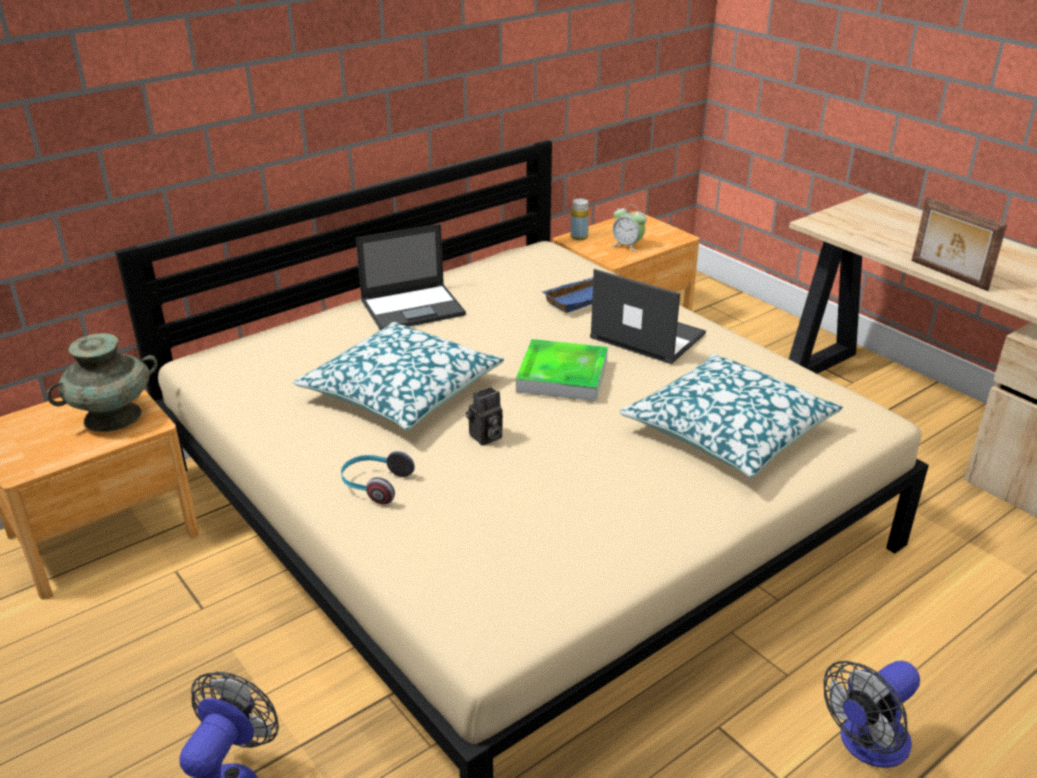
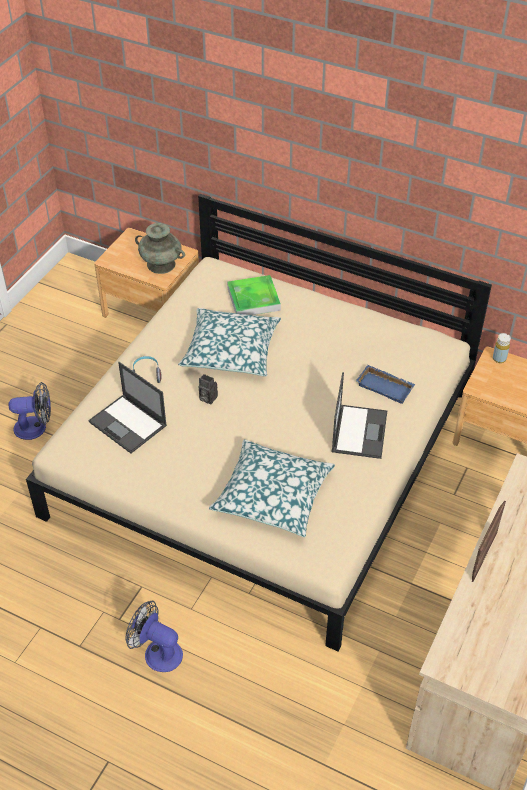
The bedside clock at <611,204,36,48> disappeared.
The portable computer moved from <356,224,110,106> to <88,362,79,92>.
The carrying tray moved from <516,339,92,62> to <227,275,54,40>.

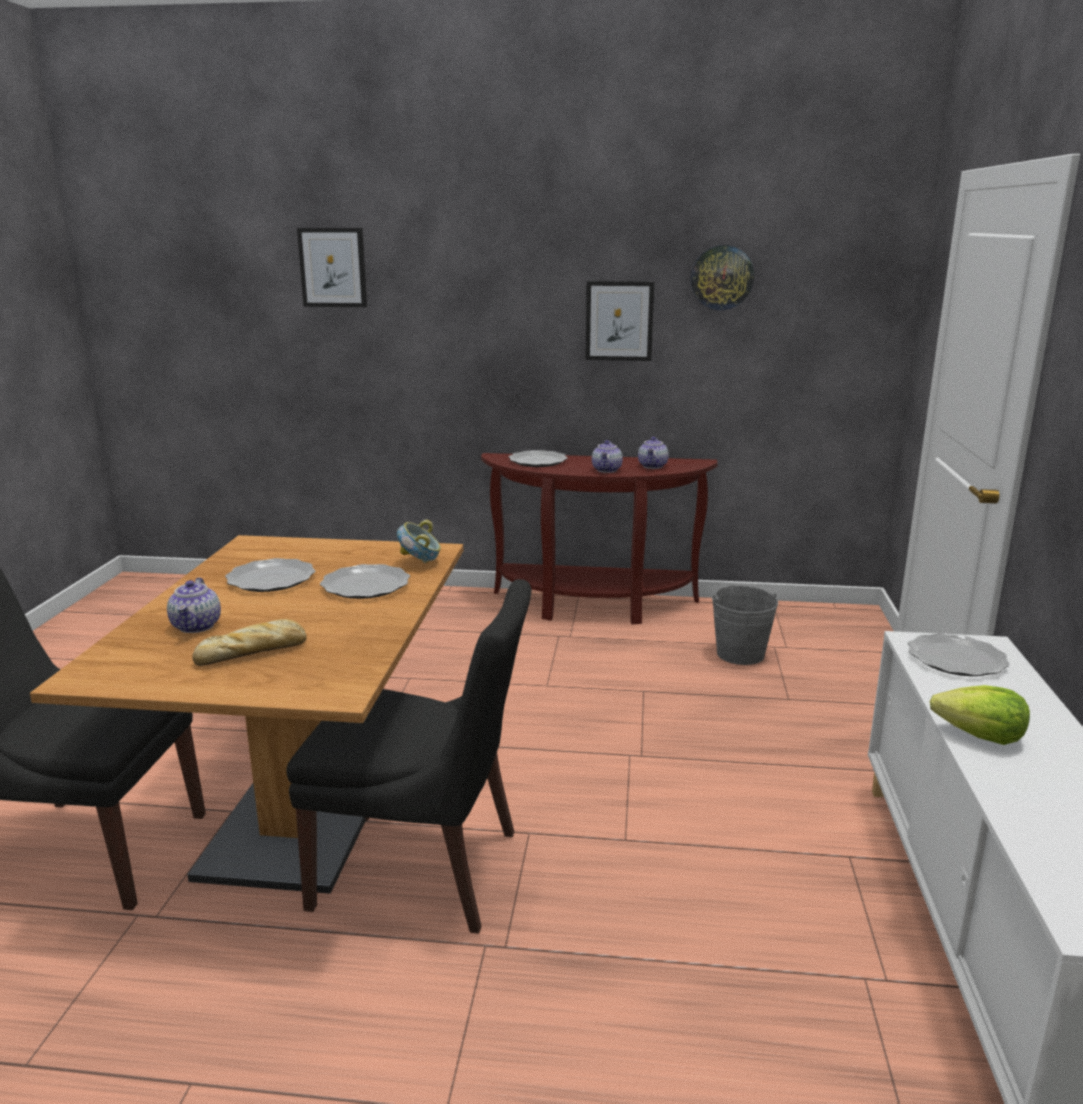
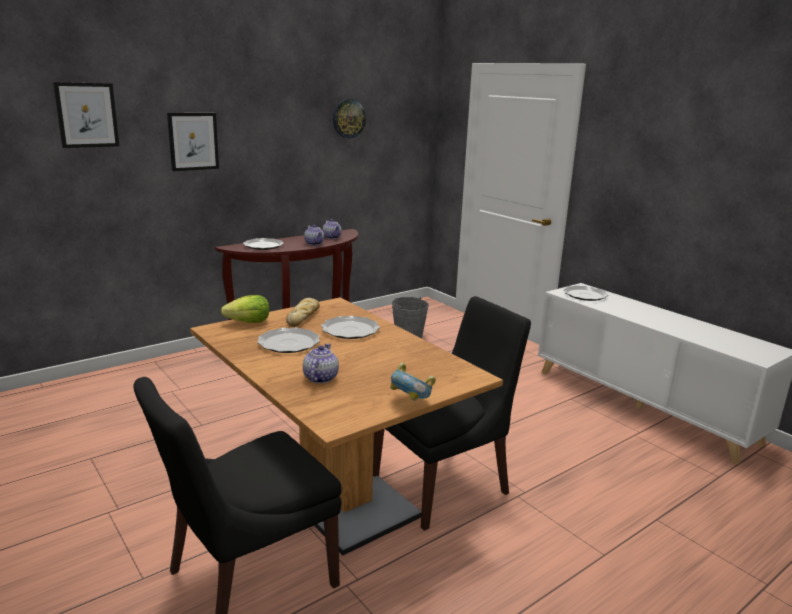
The wall picture moved from <585,281,69,80> to <167,113,52,58>.
The deep dish moved from <397,520,44,43> to <390,363,46,38>.
The pot for tea at <167,578,54,55> turned 120 degrees counterclockwise.
The bakery bread moved from <192,619,115,47> to <286,298,34,29>.
The head of lettuce moved from <930,685,100,60> to <221,295,48,28>.

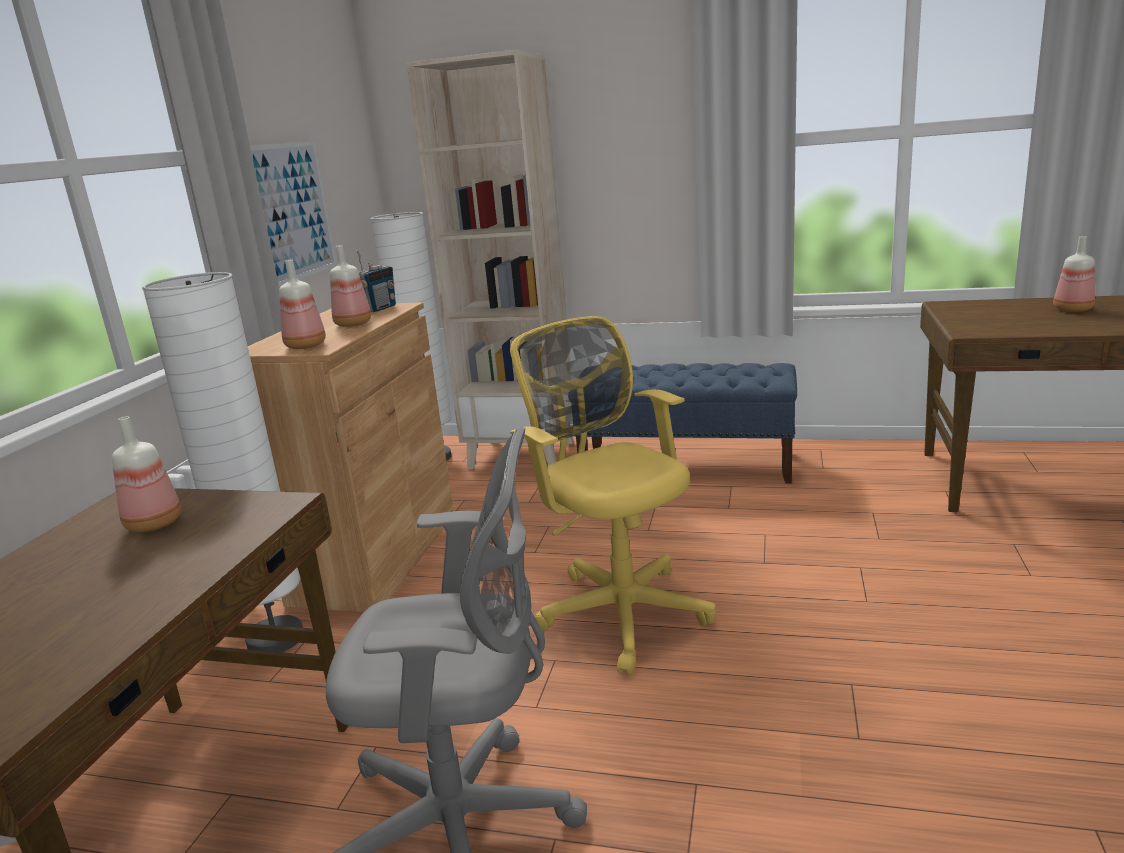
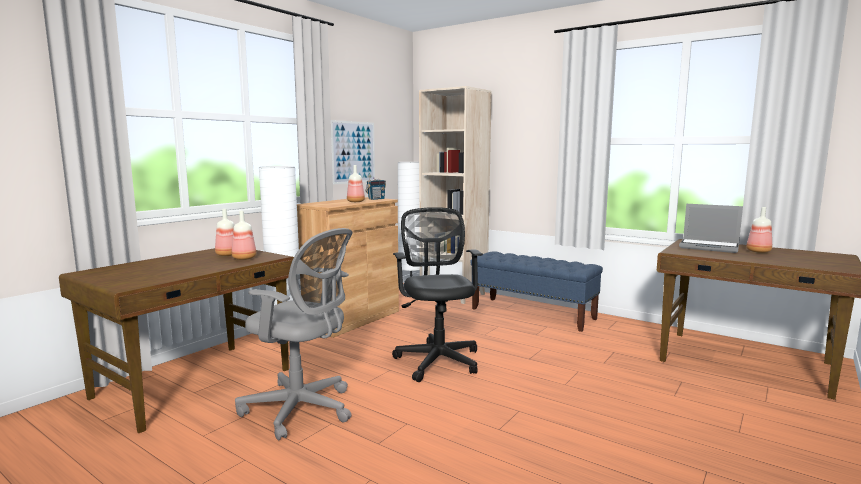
The drink bottle moved from <279,260,47,89> to <232,211,24,49>.
The computer chair (yellow-coloured) at <510,316,206,359> became the computer chair (blackish) at <392,207,91,175>.
The portable computer at <679,204,64,49> appeared.

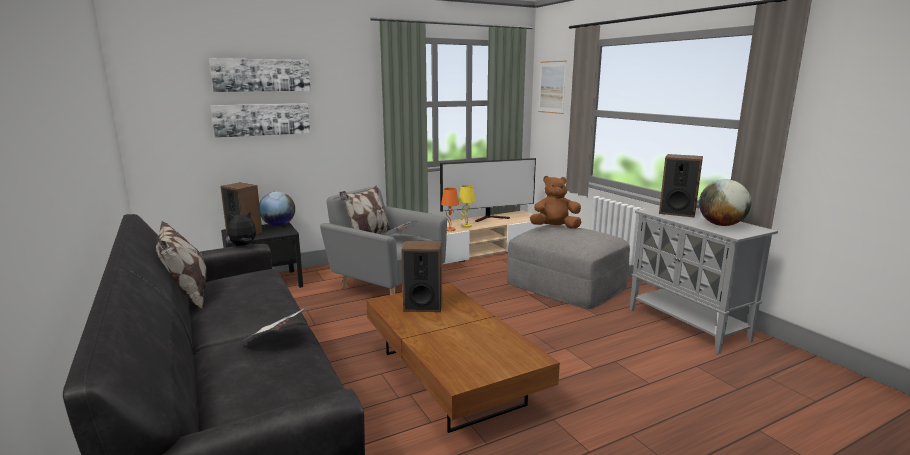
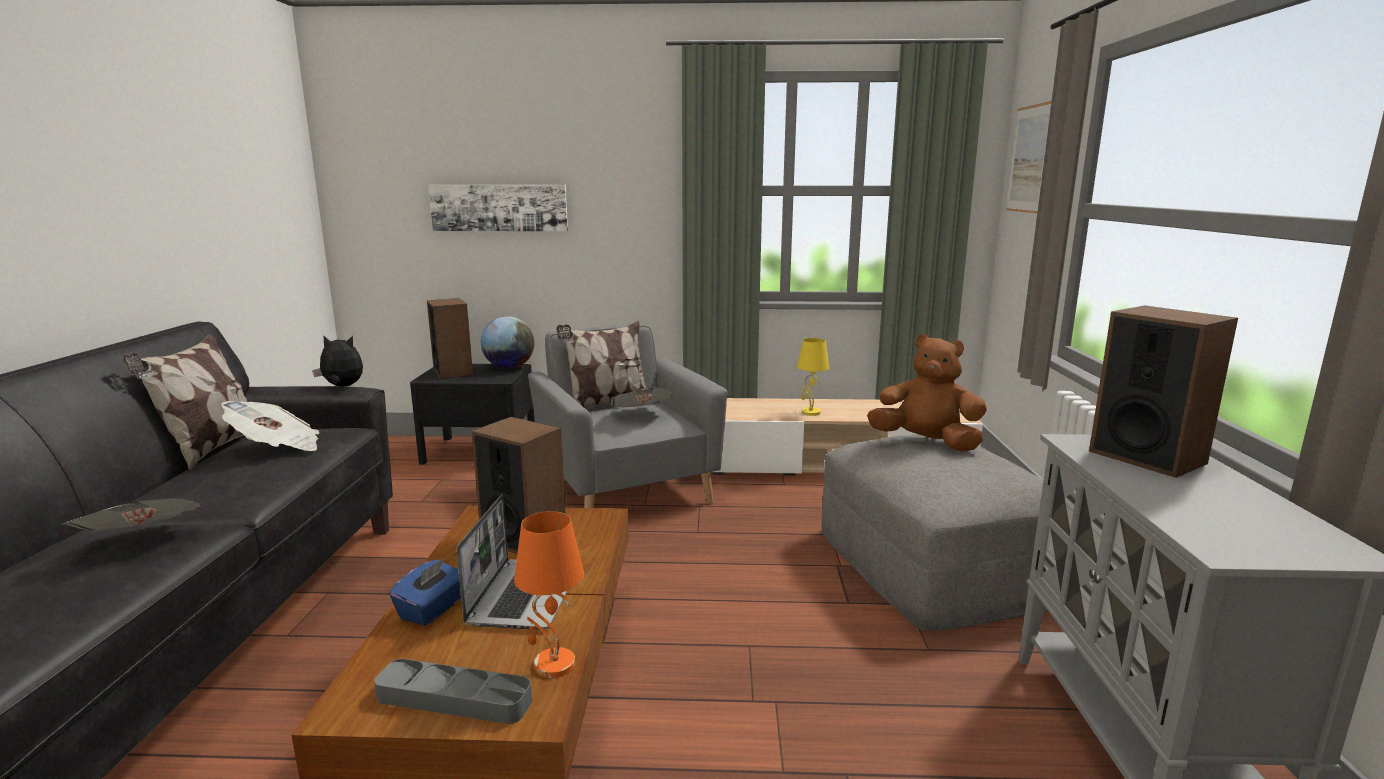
The wall picture at <209,58,102,34> disappeared.
The television at <440,158,96,64> disappeared.
The desk globe at <699,179,53,47> disappeared.
The tabletop lamp (orange-coloured) moved from <441,188,18,44> to <514,511,70,167>.
The newspaper at <221,401,98,50> appeared.
The portable computer at <457,494,110,136> appeared.
The tissue box (bluish) at <389,558,72,68> appeared.
The carrying tray (greyish) at <374,659,158,65> appeared.

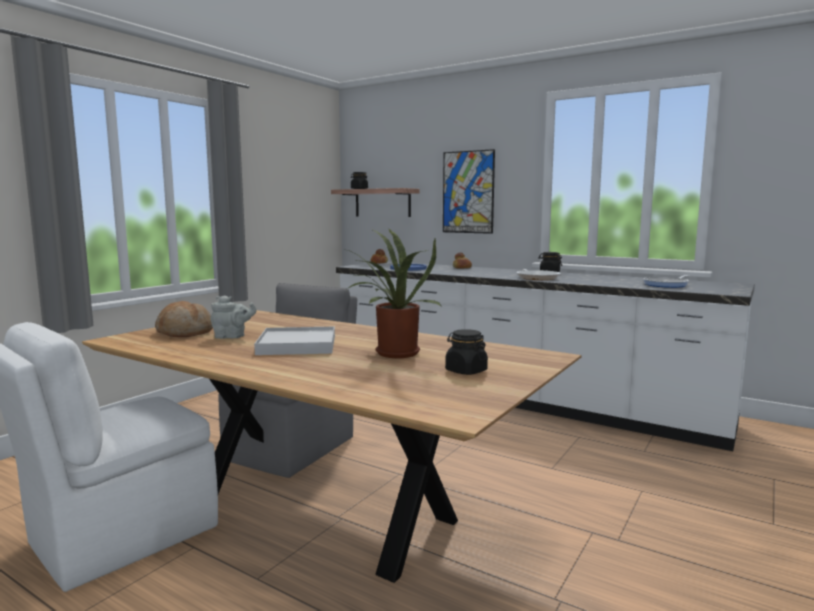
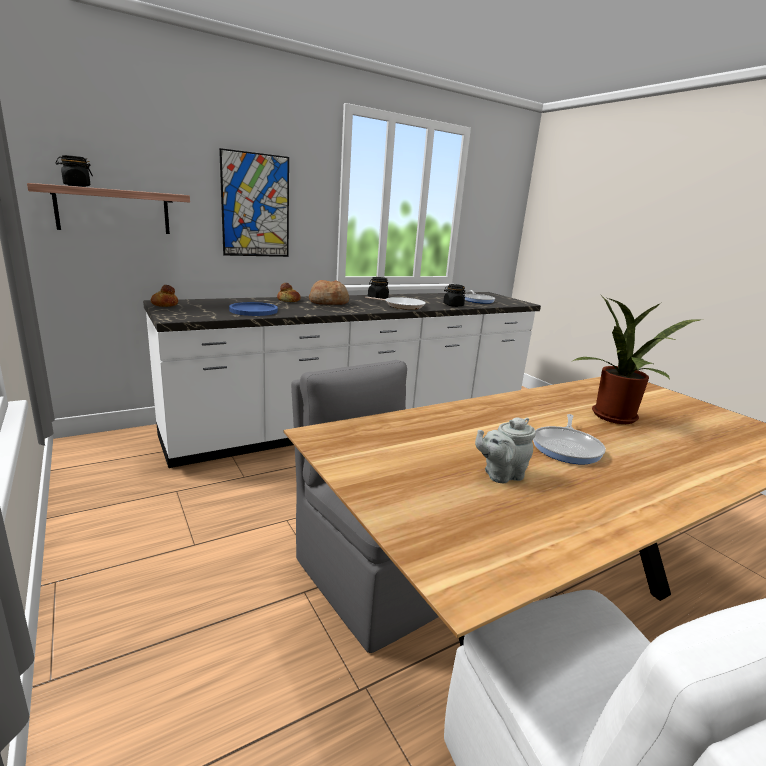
The pot for tea (greyish) at <210,295,47,44> turned 135 degrees counterclockwise.
The bakery bread moved from <155,301,58,36> to <309,280,40,25>.
The carrying tray (whitish) at <254,327,81,28> was replaced by the pan at <533,414,73,50>.
The storage jar (blackish) moved from <445,329,43,46> to <443,284,23,23>.

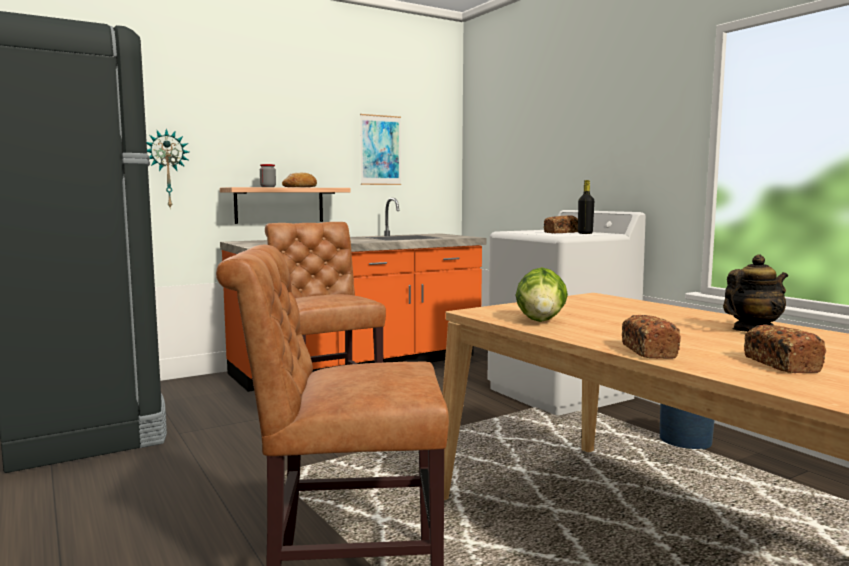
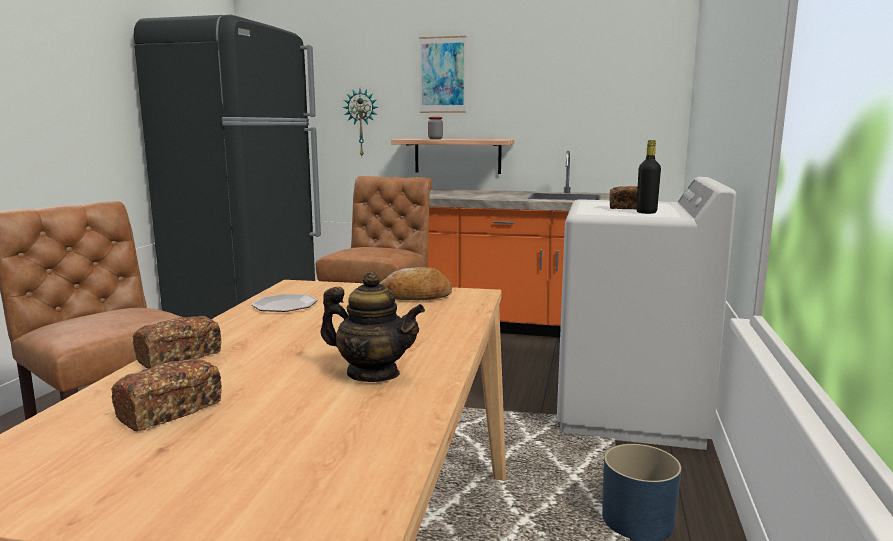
The wall picture moved from <360,114,41,71> to <419,36,48,77>.
The bakery bread moved from <282,172,35,15> to <379,267,73,33>.
The head of lettuce at <516,267,52,55> was replaced by the plate at <251,294,66,18>.

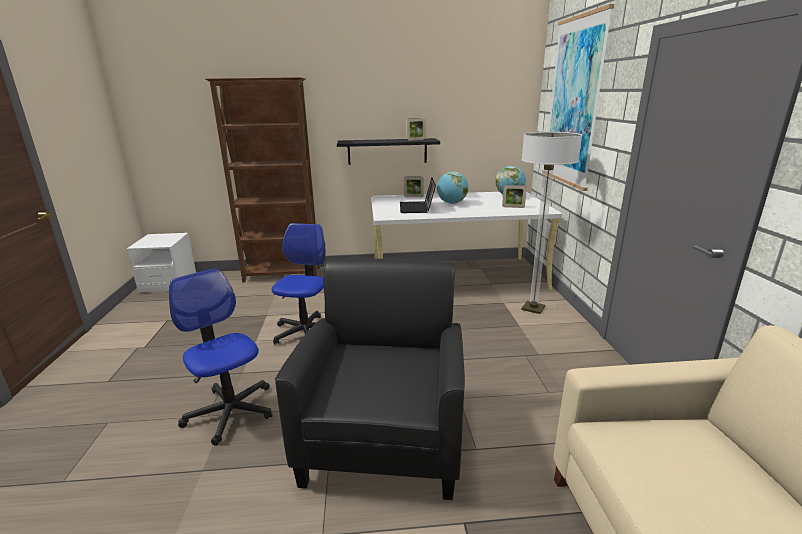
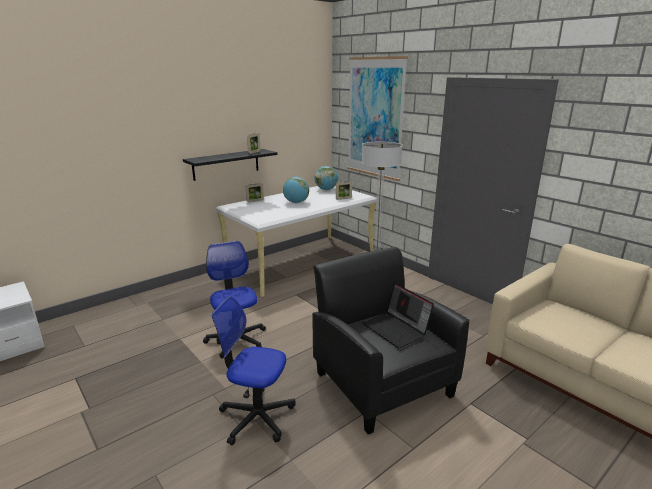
The bookshelf (brownish) at <205,77,115,206> disappeared.
The portable computer moved from <400,177,36,36> to <363,283,71,65>.

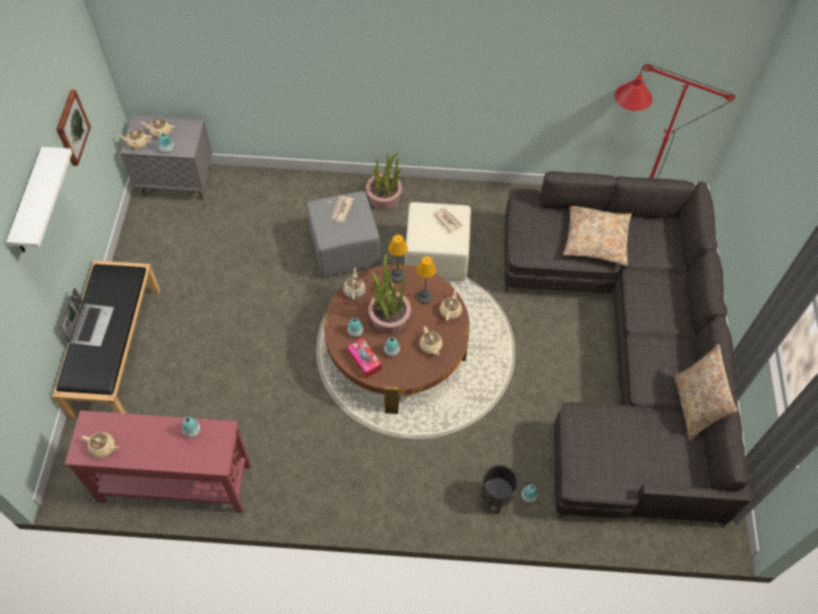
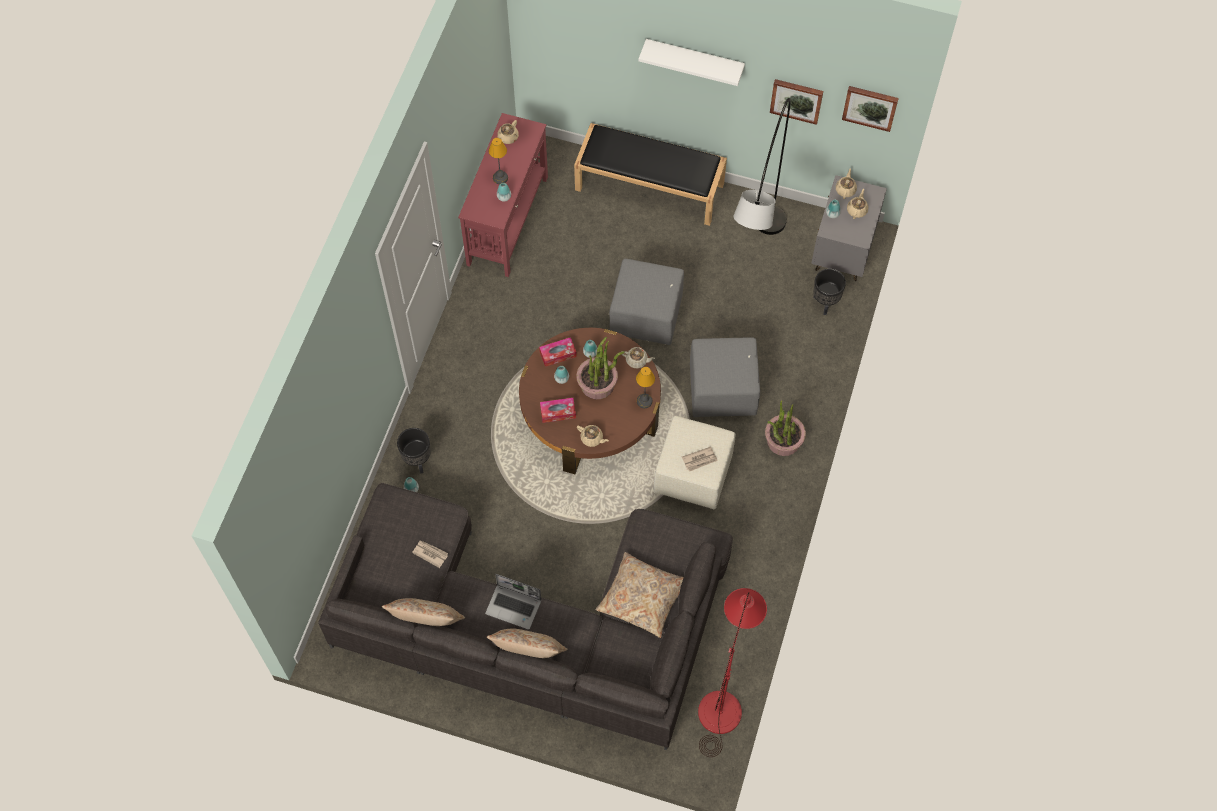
The newspaper moved from <331,196,23,26> to <412,540,36,28>.
The tabletop lamp moved from <416,256,20,48> to <489,138,19,46>.
The portable computer moved from <60,288,54,59> to <485,574,56,56>.
The pot for tea (beige) at <419,326,24,29> was replaced by the tissue box at <540,398,36,25>.
The wall picture at <842,86,57,46> appeared.
The floor lamp (greyish) at <733,98,58,137> appeared.
The footrest (greyish) at <609,259,75,86> appeared.
The planter (blackish) at <813,269,33,46> appeared.
The pillow (beige) at <487,628,80,30> appeared.

